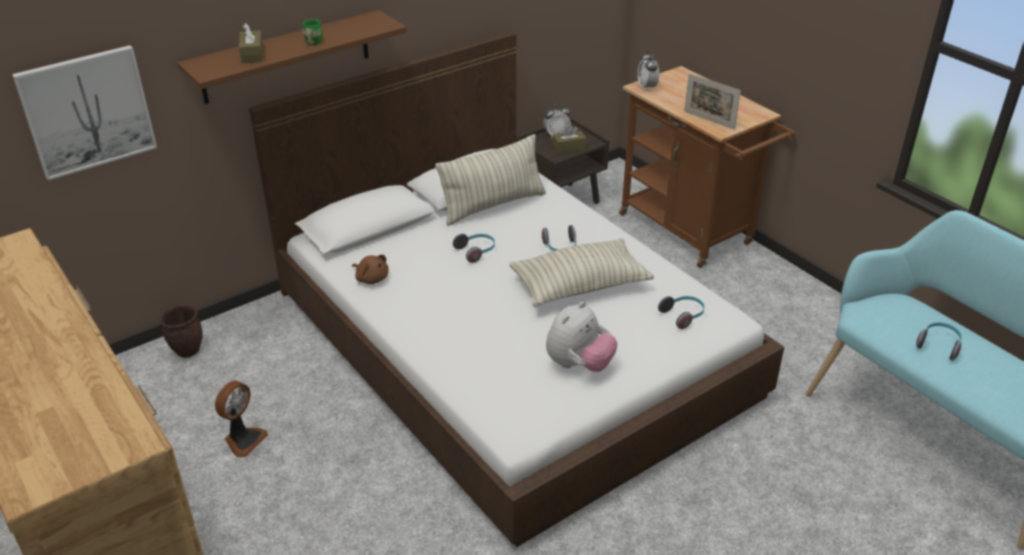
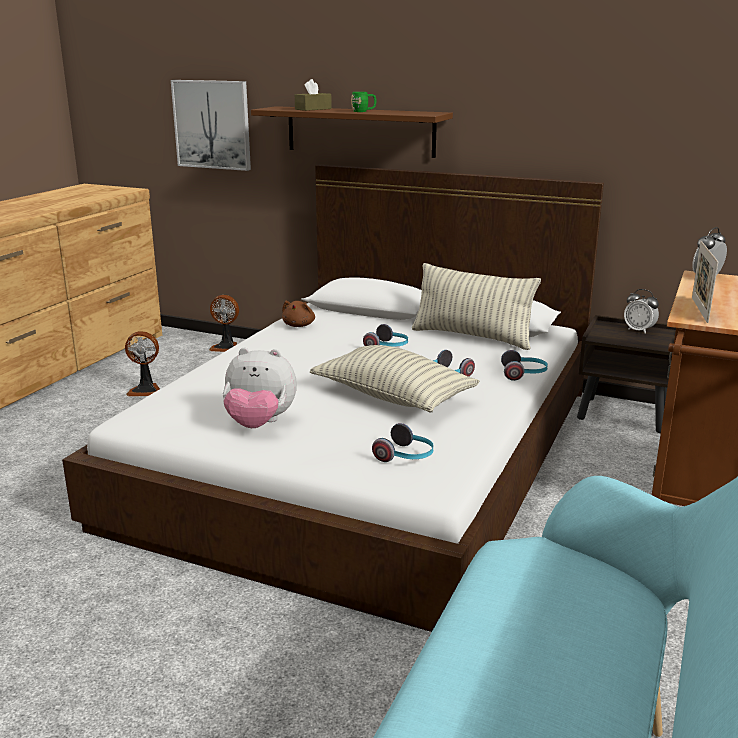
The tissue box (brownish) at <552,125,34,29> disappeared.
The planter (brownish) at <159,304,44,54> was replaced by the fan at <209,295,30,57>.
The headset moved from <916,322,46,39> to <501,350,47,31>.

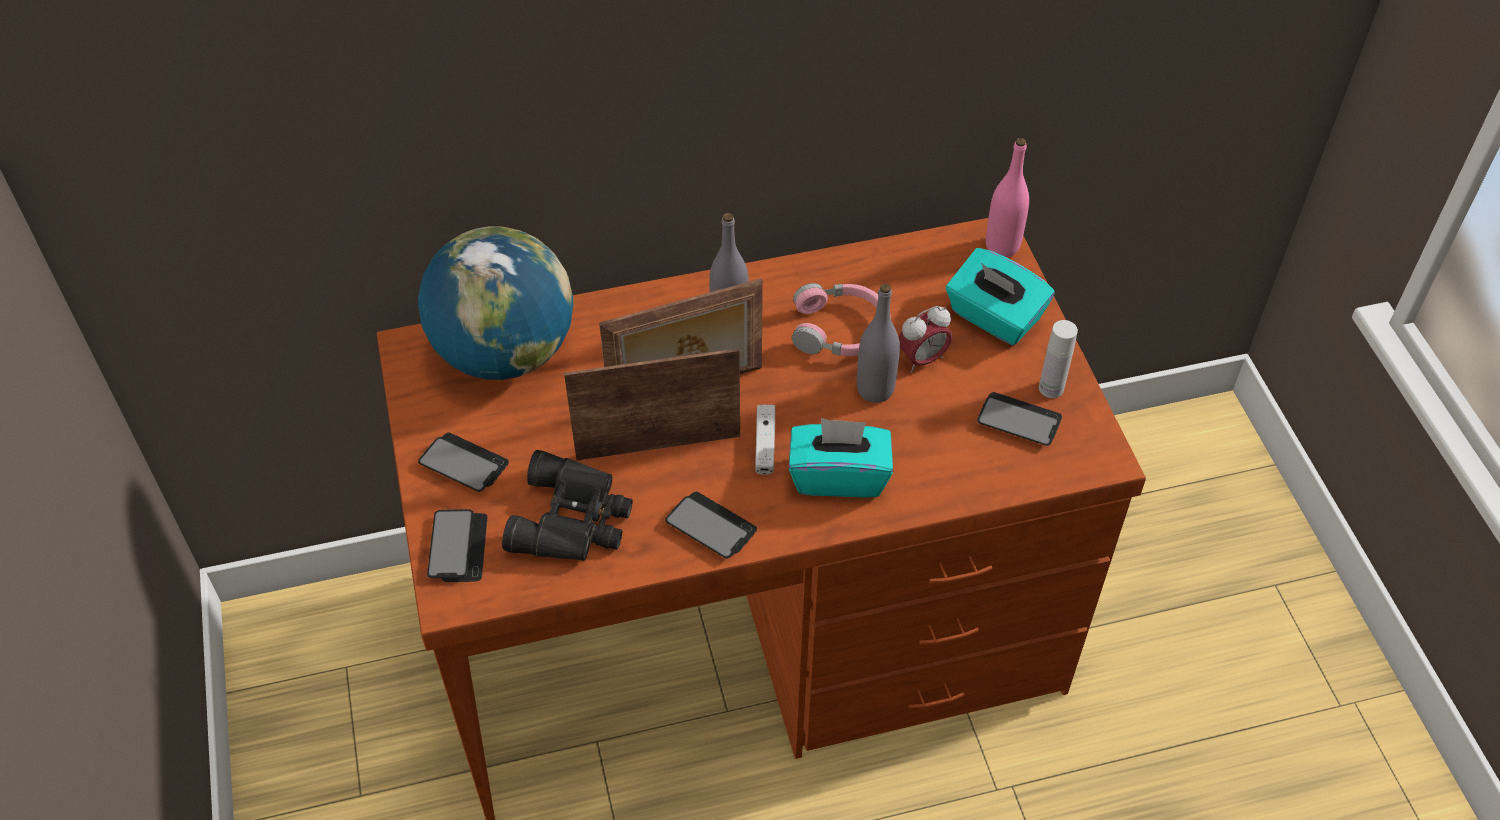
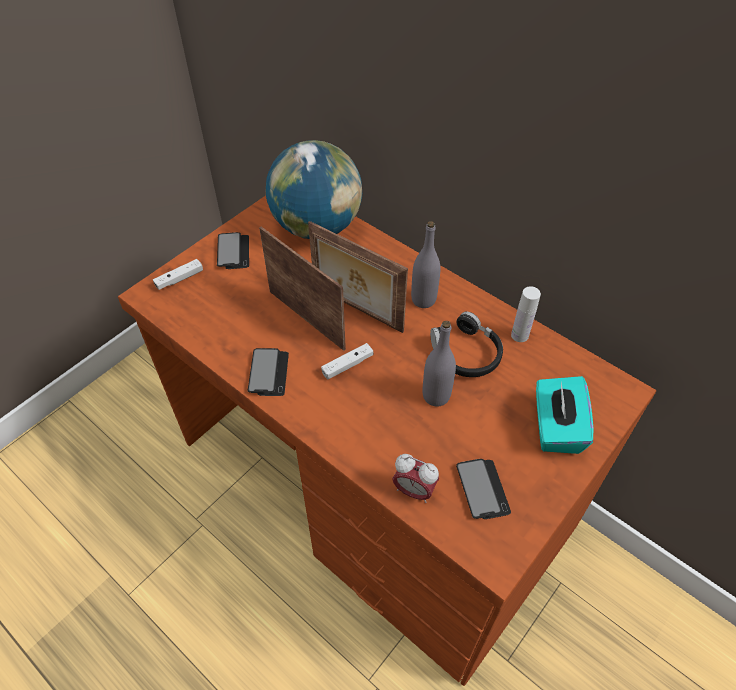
The drink bottle (pink) at <986,138,43,119> disappeared.
The headset (pink) at <792,283,99,73> became the headset (blackish) at <430,312,73,65>.
The bedside clock moved from <899,306,53,66> to <392,454,47,49>.
The drink bottle (whitish) moved from <1039,320,39,78> to <511,286,30,56>.
The tissue box (blue-green) at <789,418,104,80> disappeared.
The field glasses (blackish) at <502,450,131,111> disappeared.
The telephone at <427,509,61,73> was replaced by the gamepad (whitish) at <153,259,50,31>.

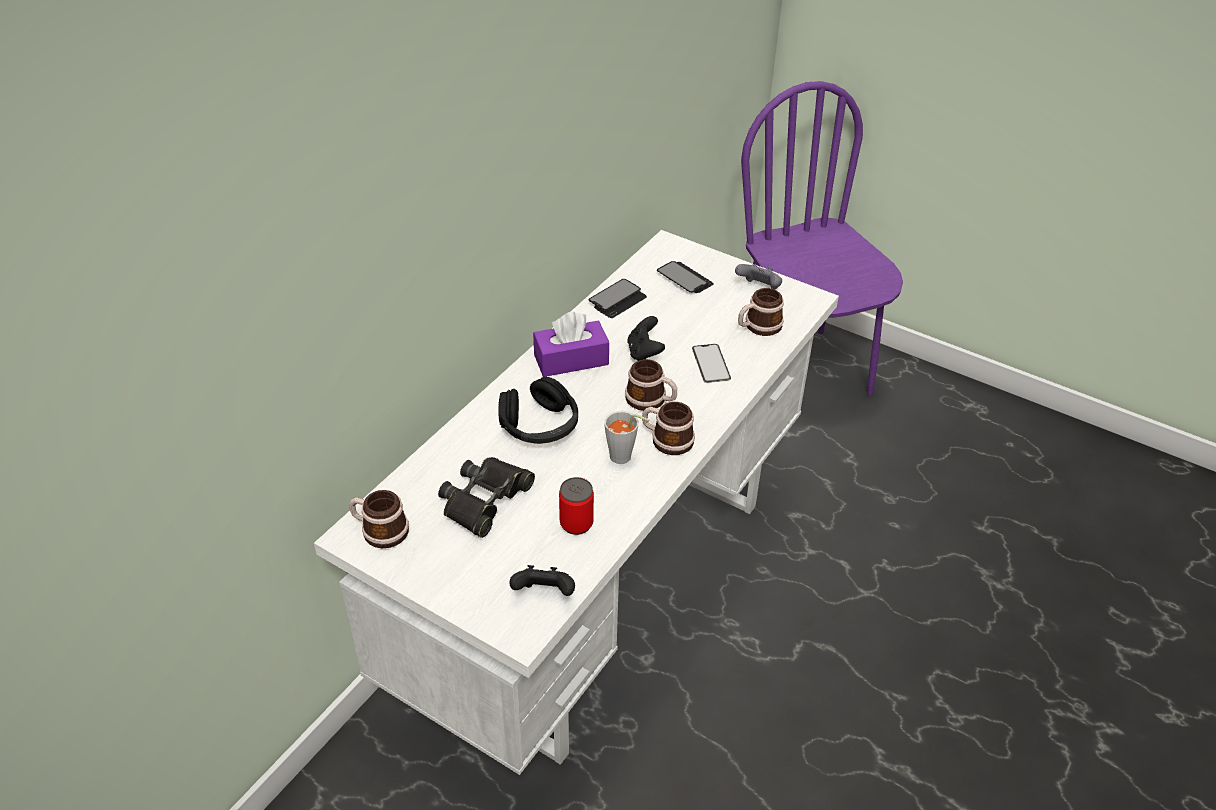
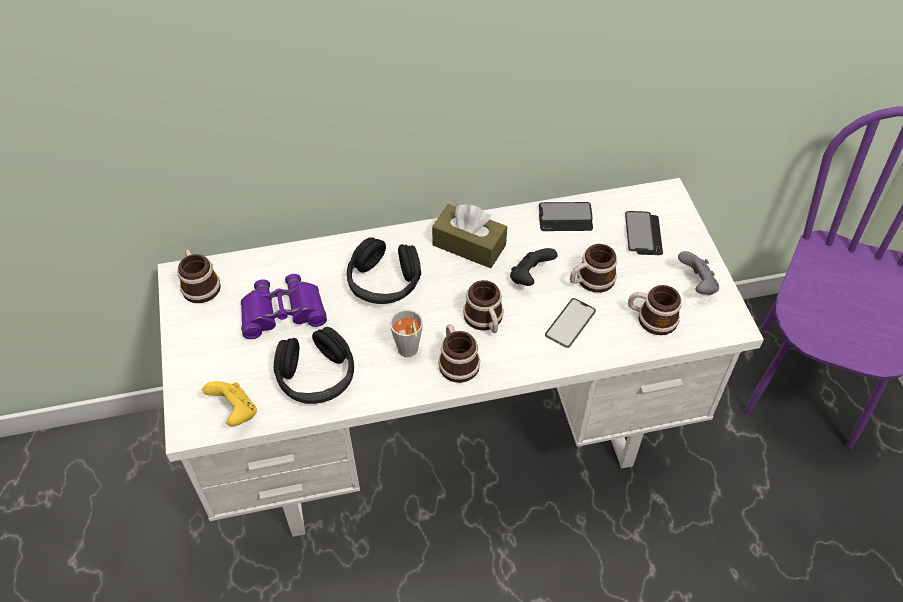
The tissue box (purplish) at <533,311,76,66> became the tissue box (brownish) at <432,204,75,64>.
The field glasses (blackish) at <438,457,97,81> became the field glasses (purplish) at <241,274,86,65>.
The metal can at <559,477,35,58> was replaced by the headset (blackish) at <274,327,80,77>.
The gamepad (blackish) at <509,565,66,31> became the gamepad (yellow-coloured) at <202,381,55,46>.
The tea mug at <570,244,47,49> appeared.

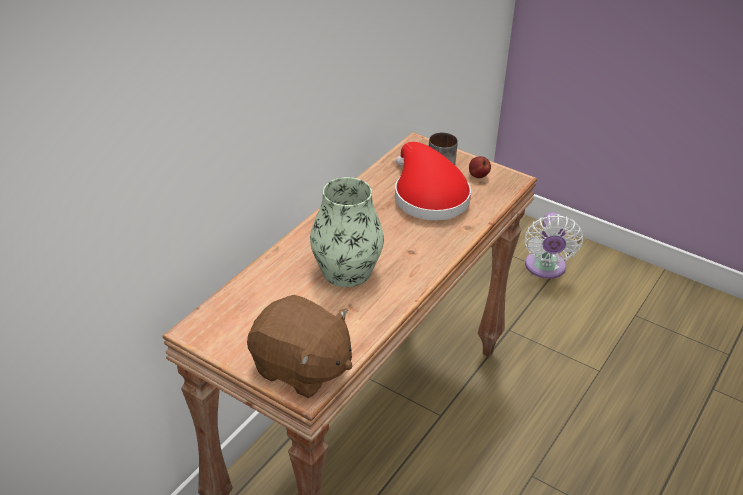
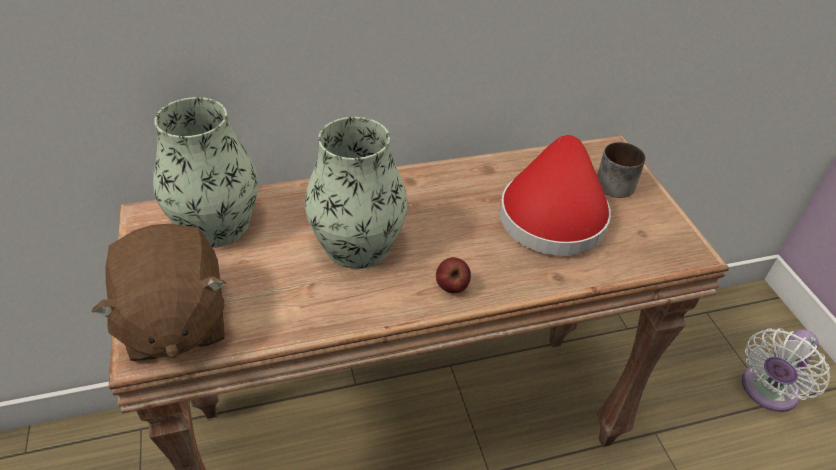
The apple moved from <469,156,22,22> to <436,257,35,36>.
The flower vase at <153,97,105,151> appeared.

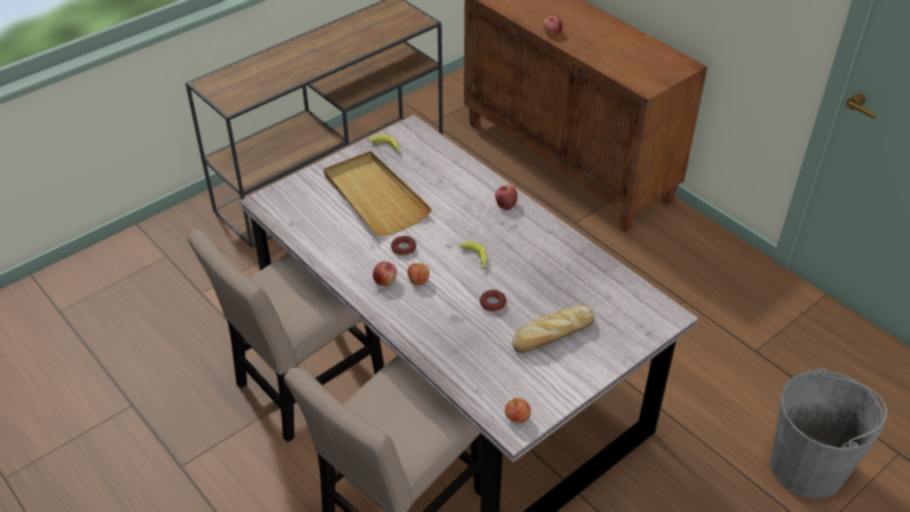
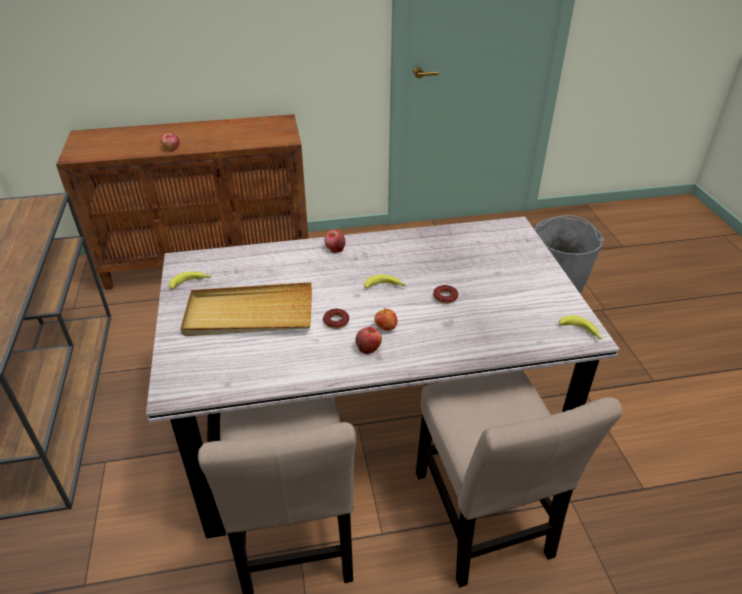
The bakery bread at <512,305,83,48> disappeared.
The apple at <505,398,26,25> was replaced by the banana fruit at <559,315,43,25>.

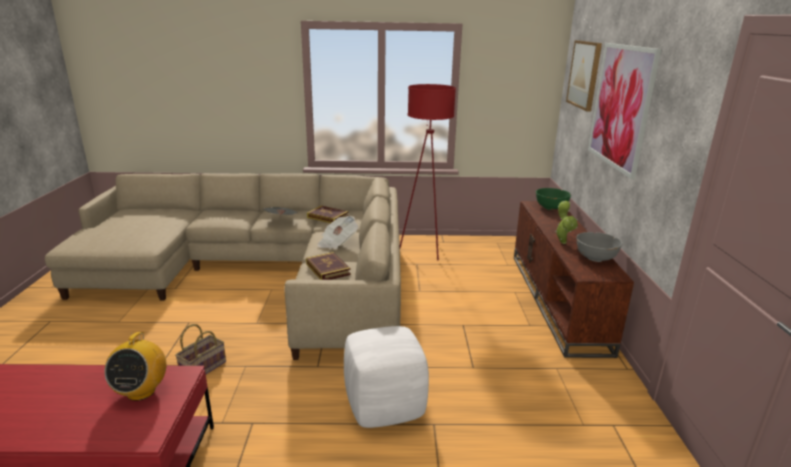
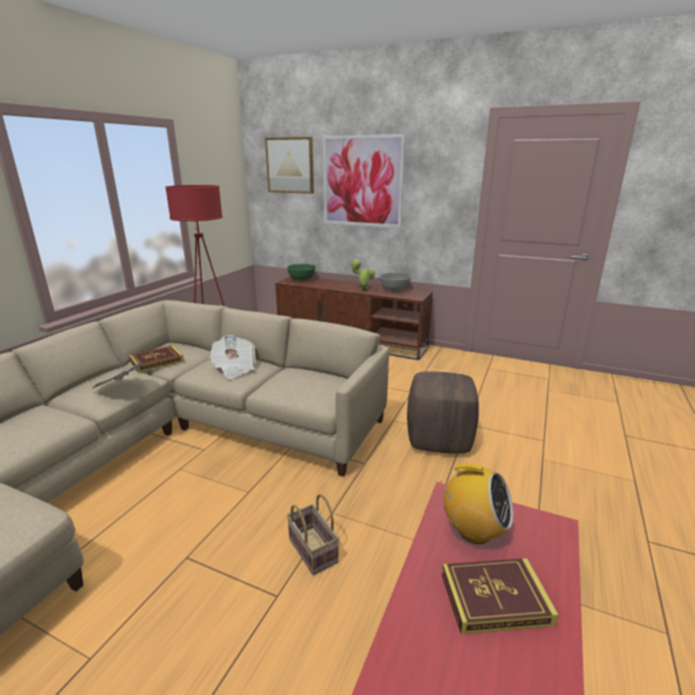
The bound book moved from <306,252,45,28> to <442,558,117,76>.
The footrest (whitish) at <344,326,85,102> became the footrest (brownish) at <407,372,72,82>.

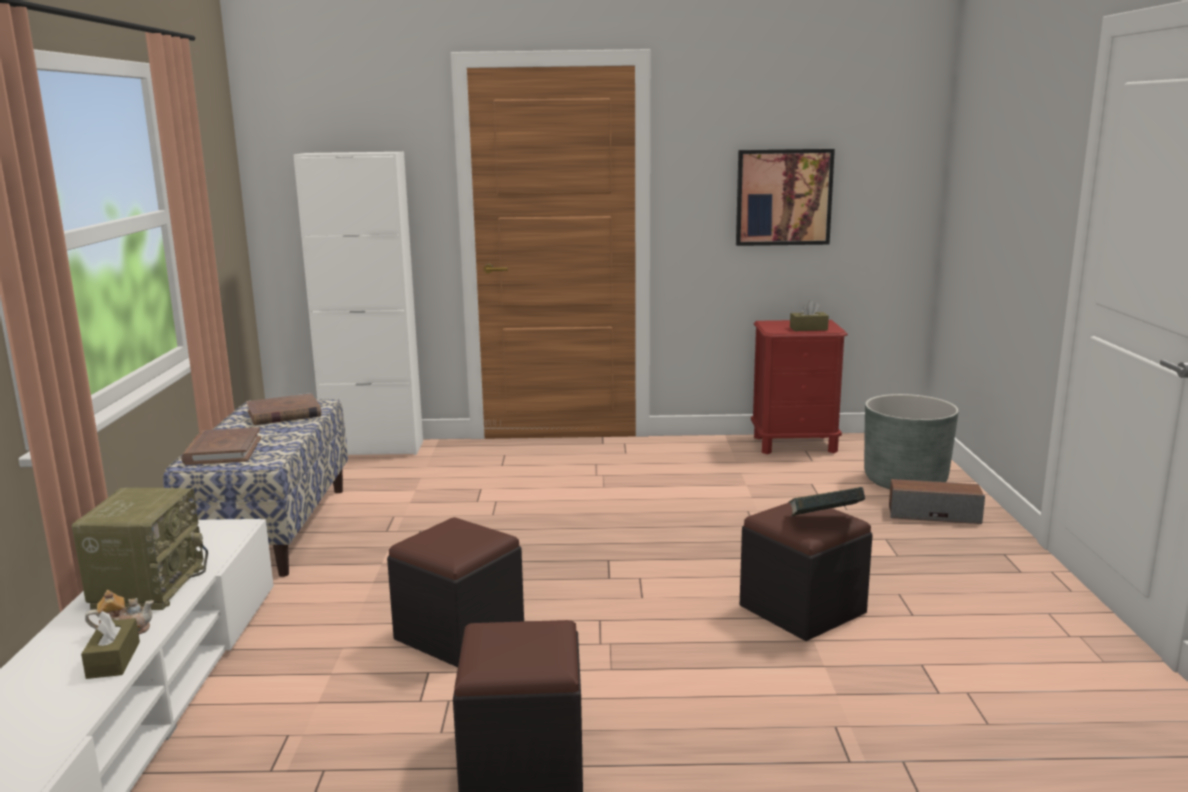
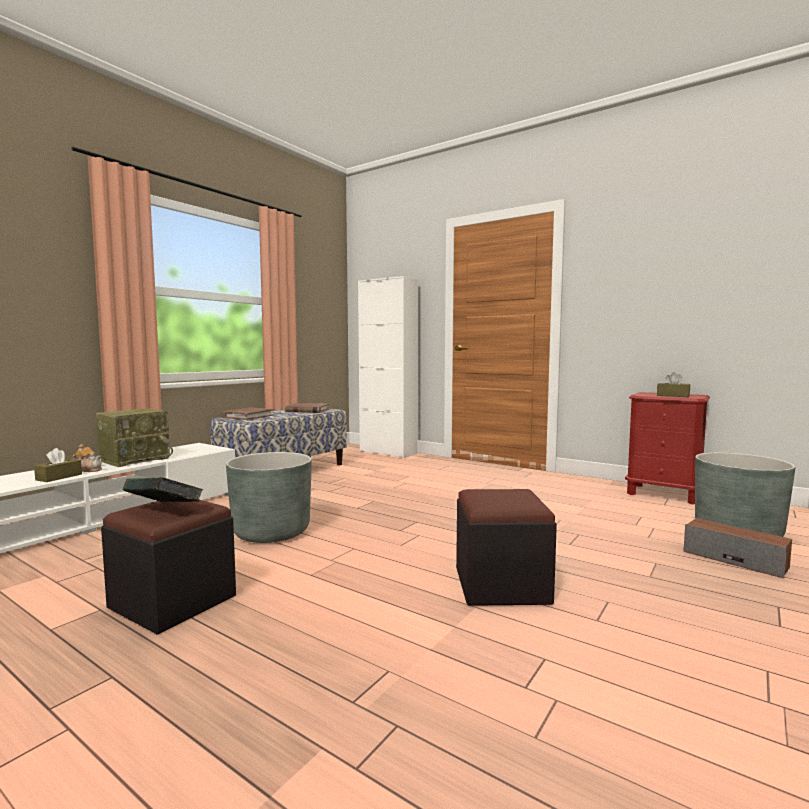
The wall picture at <736,149,99,97> disappeared.
The bound book moved from <788,487,77,29> to <123,477,80,26>.
The footrest (blackish) at <387,517,137,150> was replaced by the planter (greyish) at <226,452,86,91>.

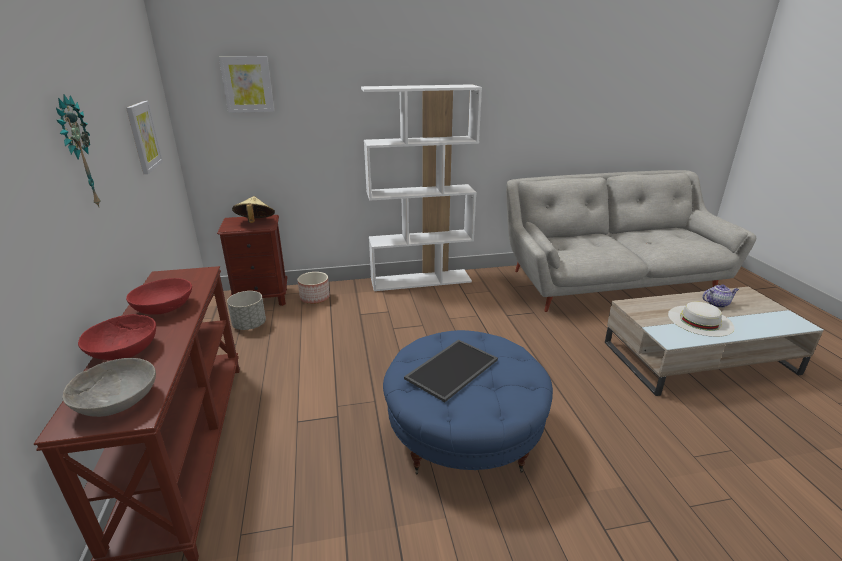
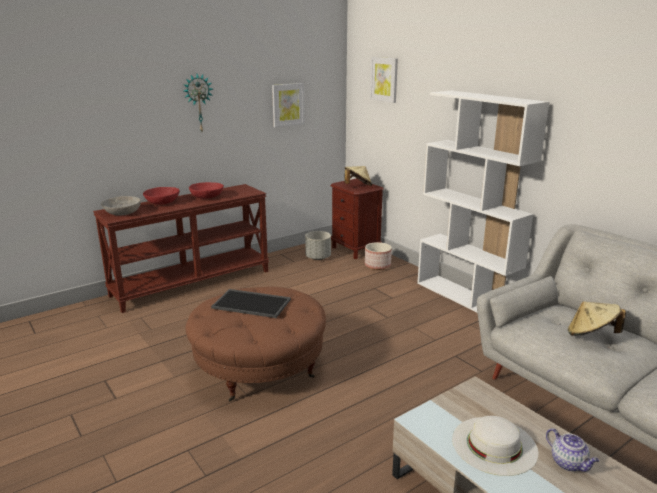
The footrest (bluish) at <383,330,170,145> became the footrest (brownish) at <185,287,141,114>.
The clothing hat (beige) at <568,301,58,35> appeared.

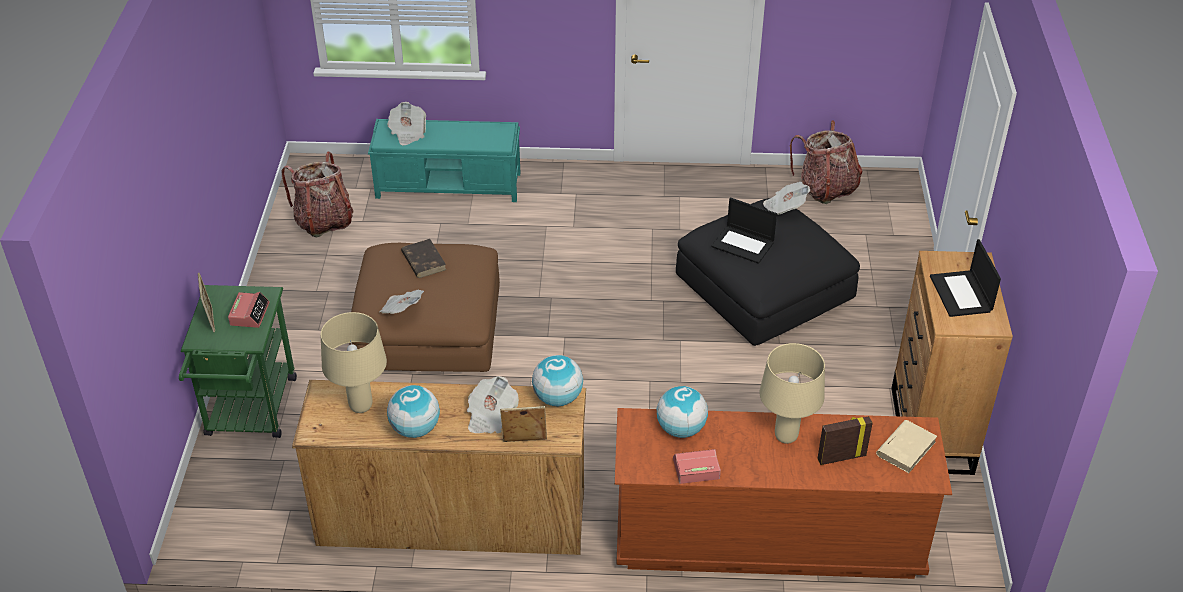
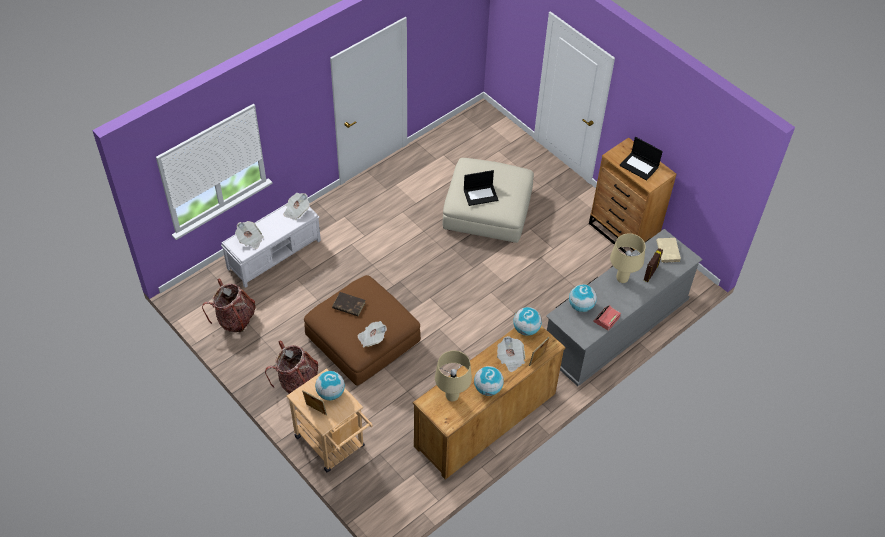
The long seat (blue-green) at <368,119,152,83> became the long seat (whitish) at <221,204,100,84>.
The rucksack moved from <790,120,73,84> to <265,340,54,54>.
The newspaper moved from <763,182,47,33> to <283,193,27,27>.
The footrest (blackish) at <676,198,184,148> became the footrest (beige) at <443,158,91,85>.
The trolley (green) at <179,285,118,153> became the trolley (beige) at <286,368,87,104>.
The bedside clock at <228,292,42,36> was replaced by the desk globe at <315,371,30,29>.
The dresser (brownish) at <615,408,337,171> became the dresser (greyish) at <546,229,157,157>.

